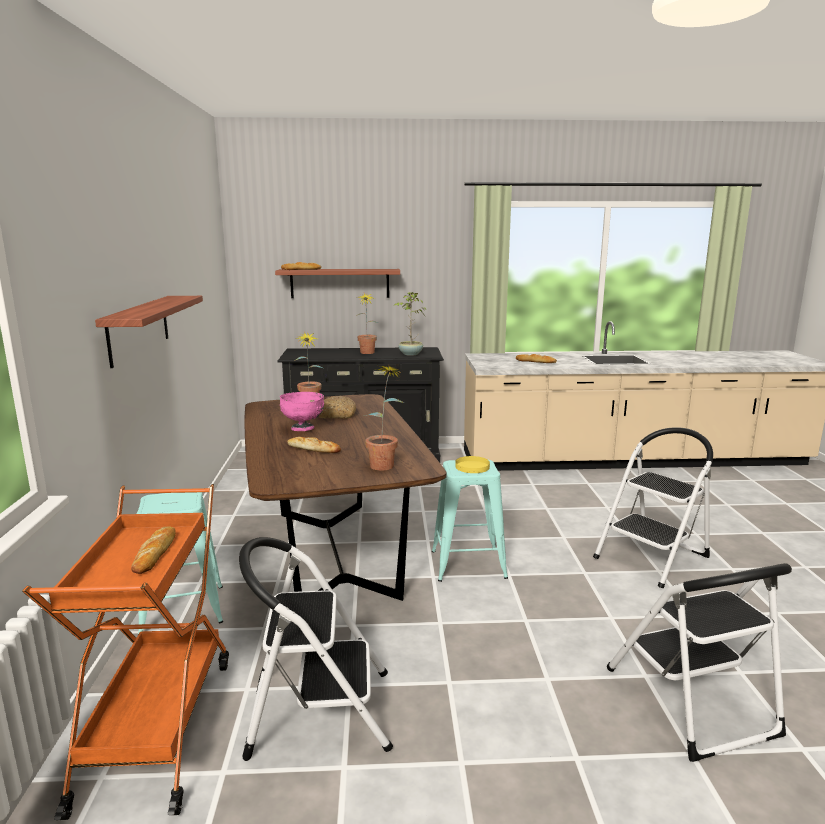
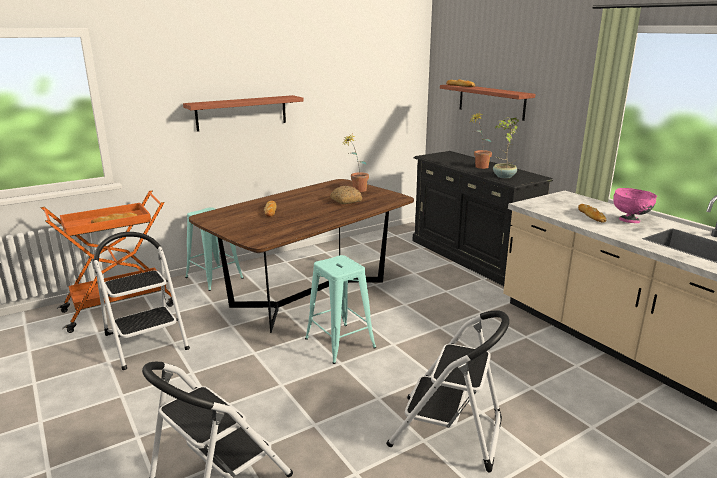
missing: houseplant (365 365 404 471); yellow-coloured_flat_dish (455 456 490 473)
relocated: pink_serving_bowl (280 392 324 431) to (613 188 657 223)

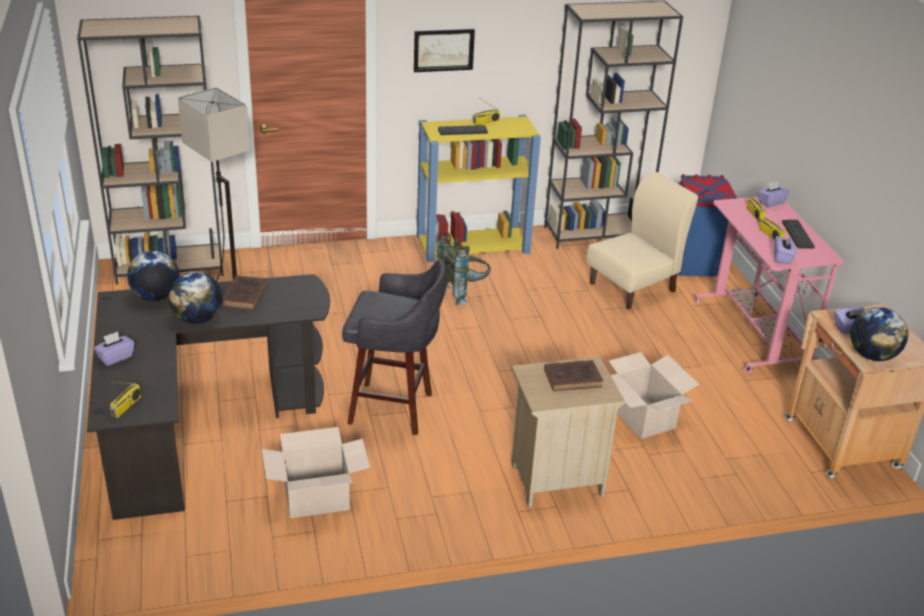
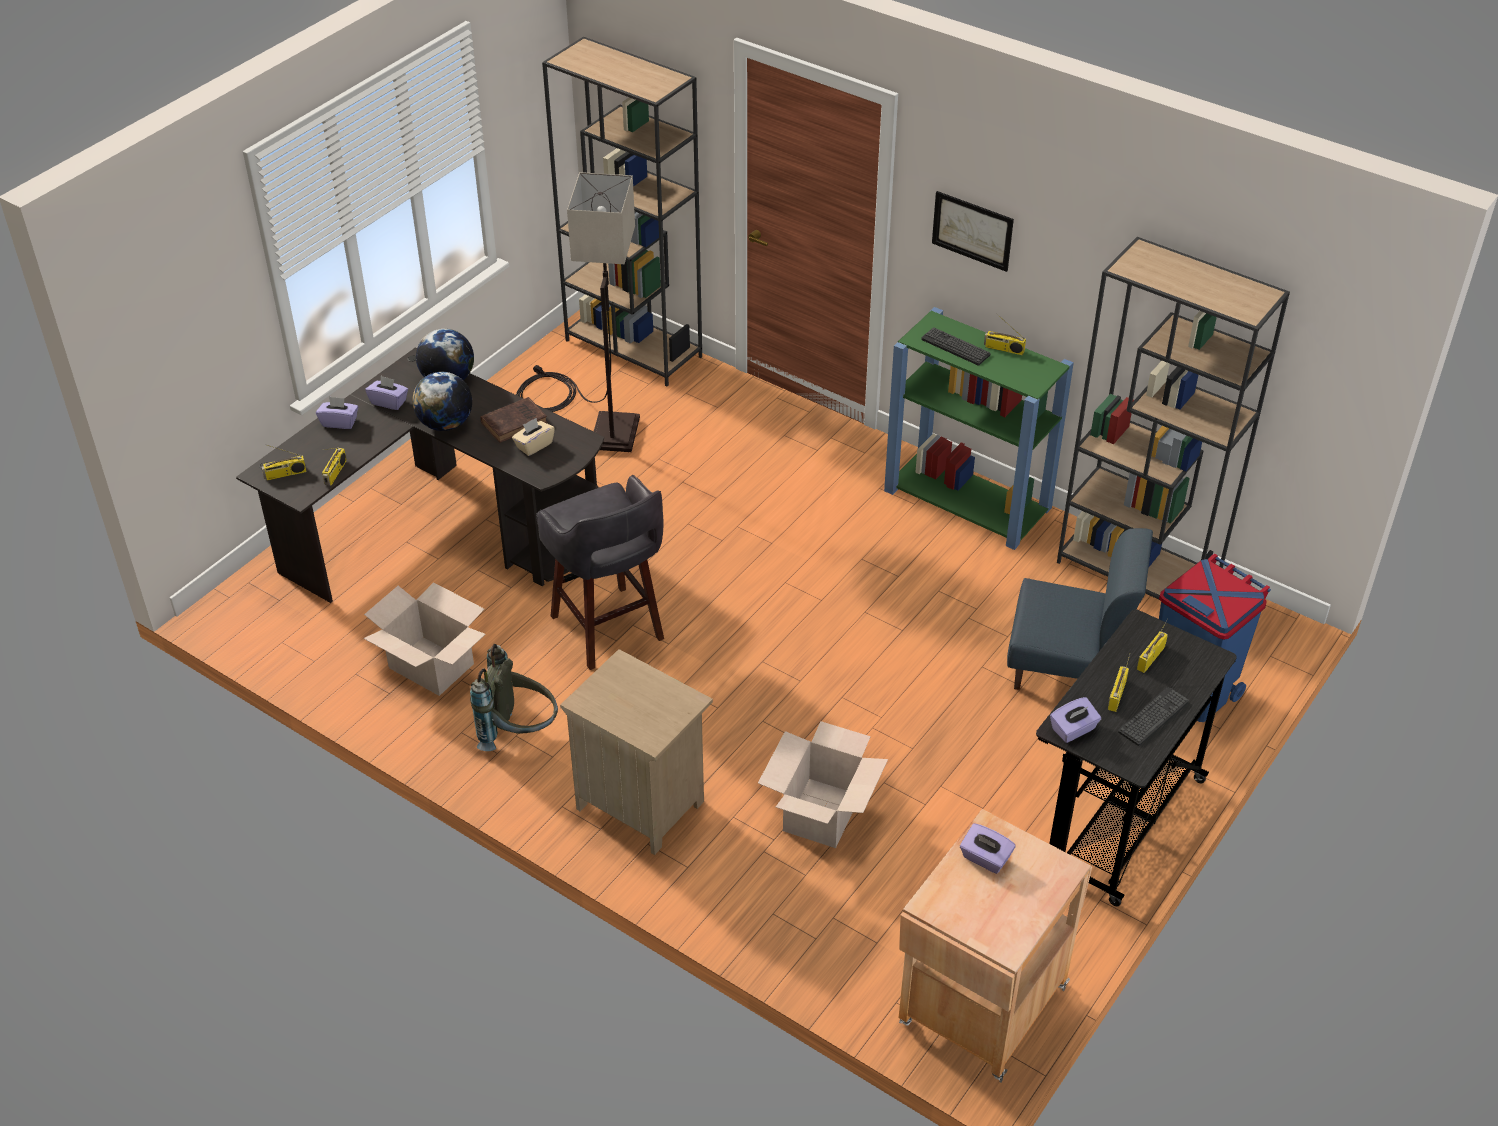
missing: world_globe (850 307 908 361); brown-coloured_volume (544 360 603 391)
appeared: beige-coloured_tissue_holder (512 418 555 456); radio_set (322 447 347 486)
relocated: purplish_tissue_holder (758 181 790 207) to (365 376 408 410); gray_knapsack (437 232 491 305) to (470 644 558 751)
colour: yellow-coloured_shelving_unit (417 114 541 262) to green_shelving_unit (884 307 1074 550); beige-coloured_upright_chair (587 172 698 310) to bluish_upright_chair (1007 528 1153 690); pink_desk (695 197 844 374) to black_desk (1036 609 1237 906)

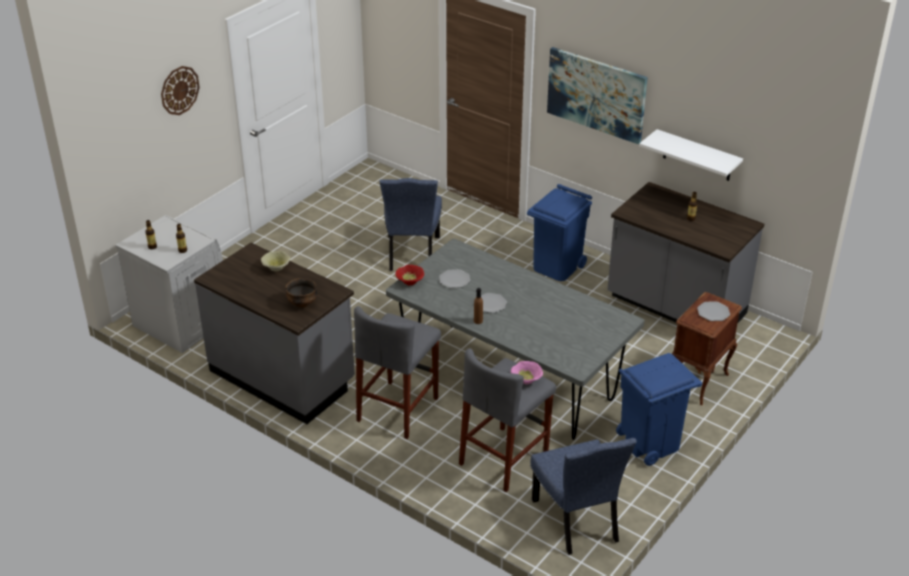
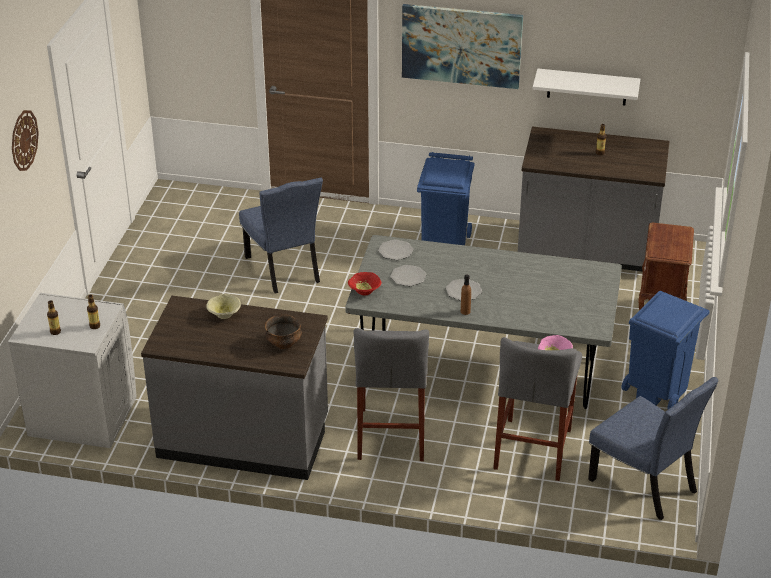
relocated: flat_dish (697 302 730 321) to (378 239 414 260)

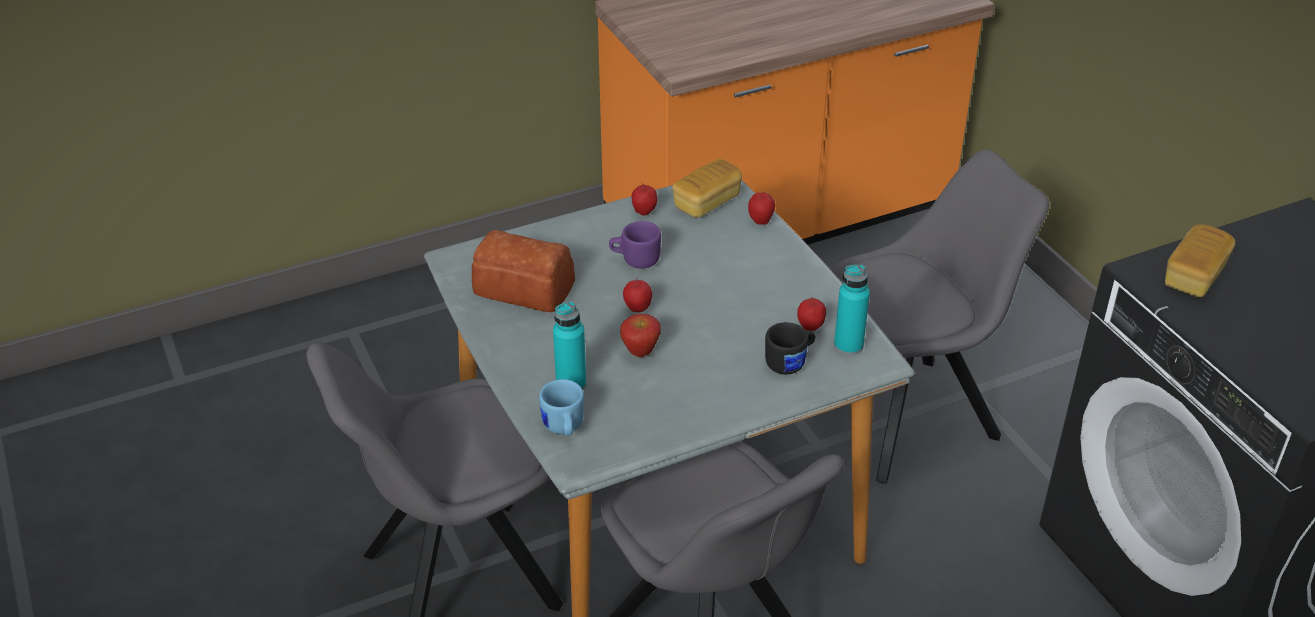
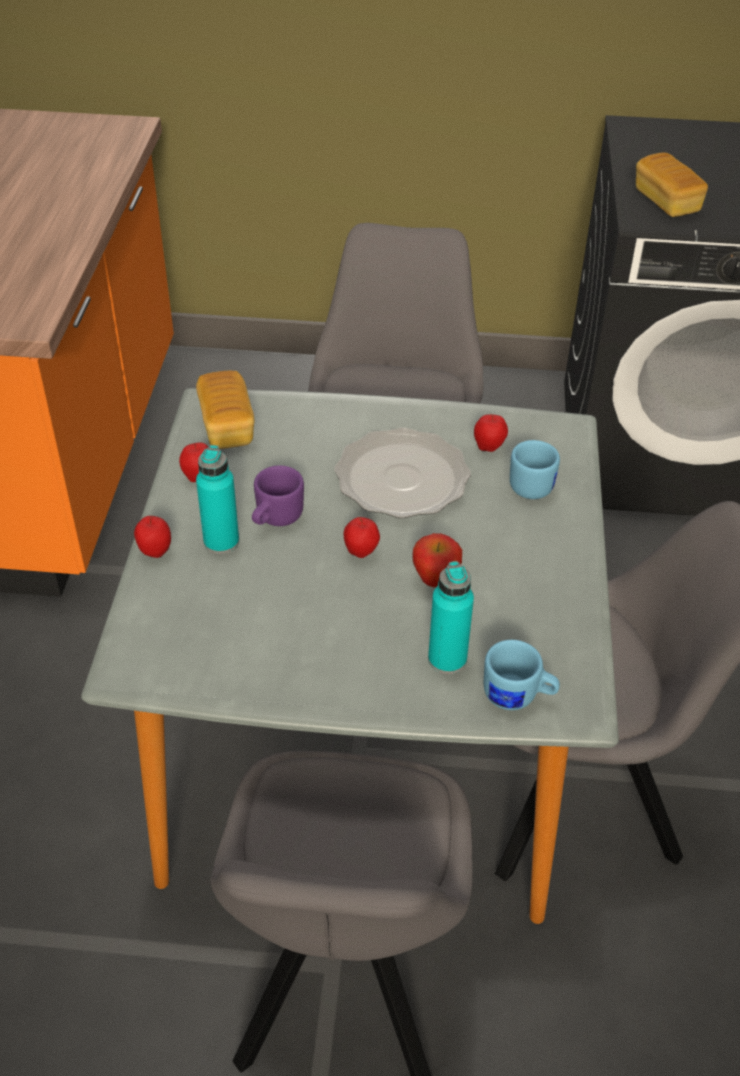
missing: baked_bread (472 230 575 312)
appeared: flat_dish (334 428 471 518)
relocated: apple (748 192 775 225) to (134 516 171 558); blue-green_drink_bottle (834 264 870 355) to (196 445 239 554)
colour: black_tea_mug (765 322 816 375) to bluish_tea_mug (510 440 560 499)

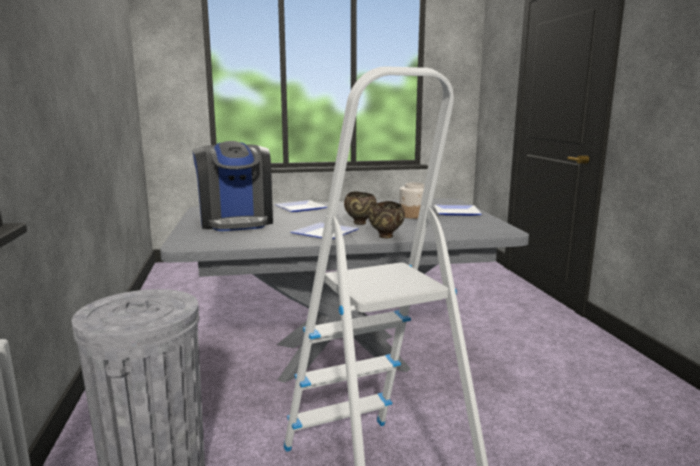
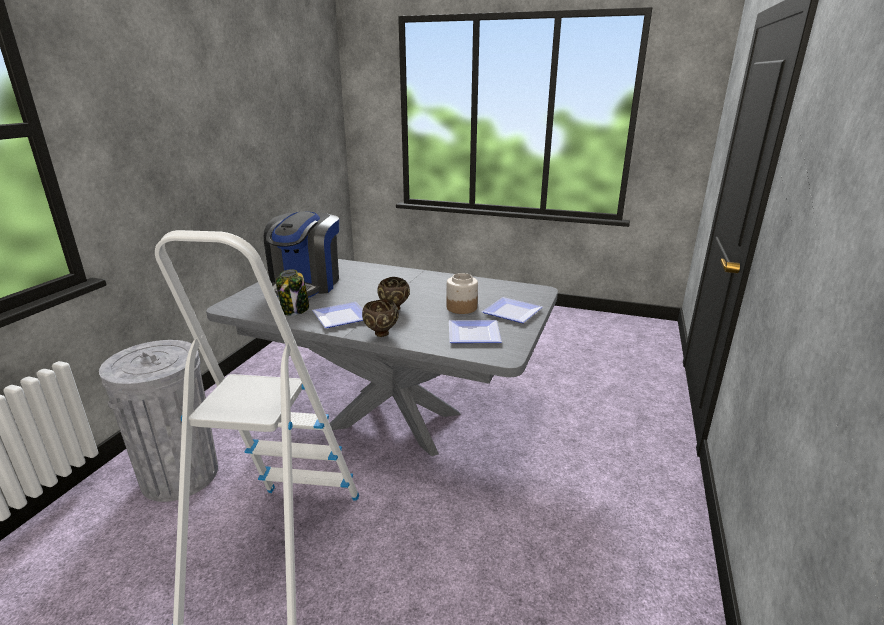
appeared: storage_jar (276 269 309 316)
relocated: flat_dish (275 200 327 212) to (449 320 502 343)

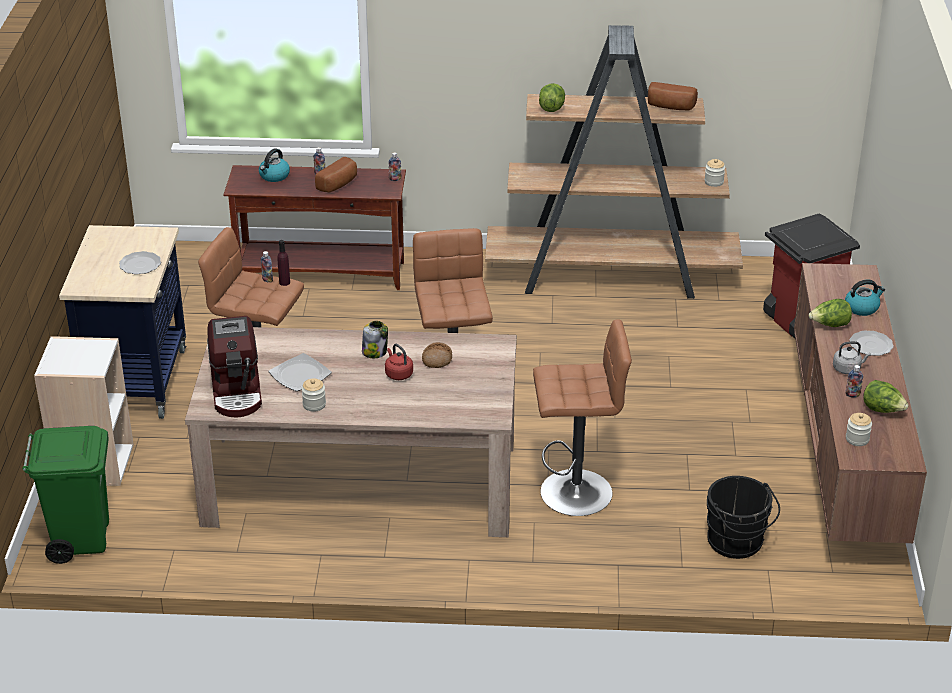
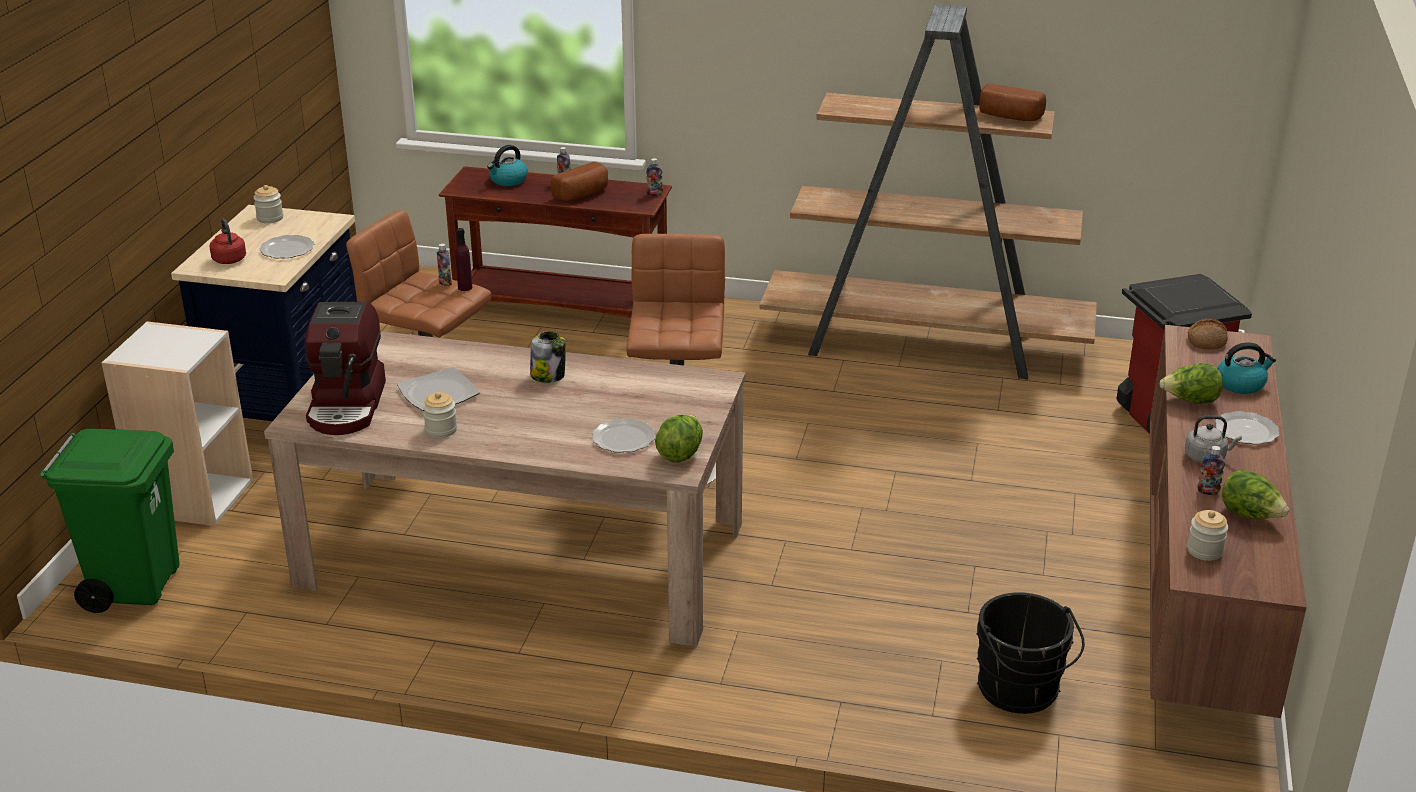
missing: brown-coloured_stool (533 319 632 516)
appeared: flat_dish (592 419 655 453)
relocated: lettuce_head (539 83 565 112) to (655 415 703 463); storage_jar (705 159 725 187) to (253 185 283 223); baked_bread (422 342 452 368) to (1188 318 1228 350); red_water_kettle (385 344 413 380) to (209 219 246 264)

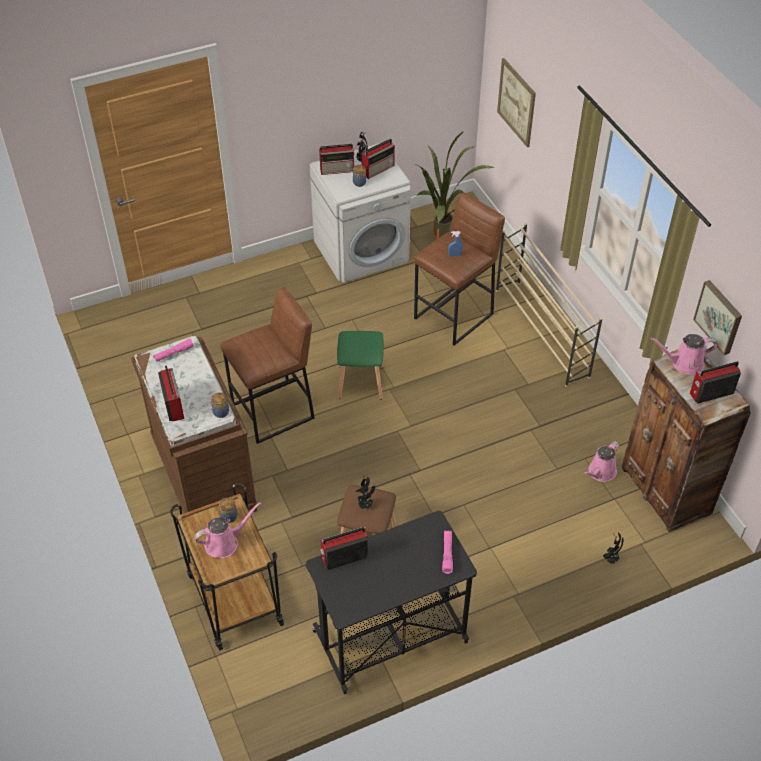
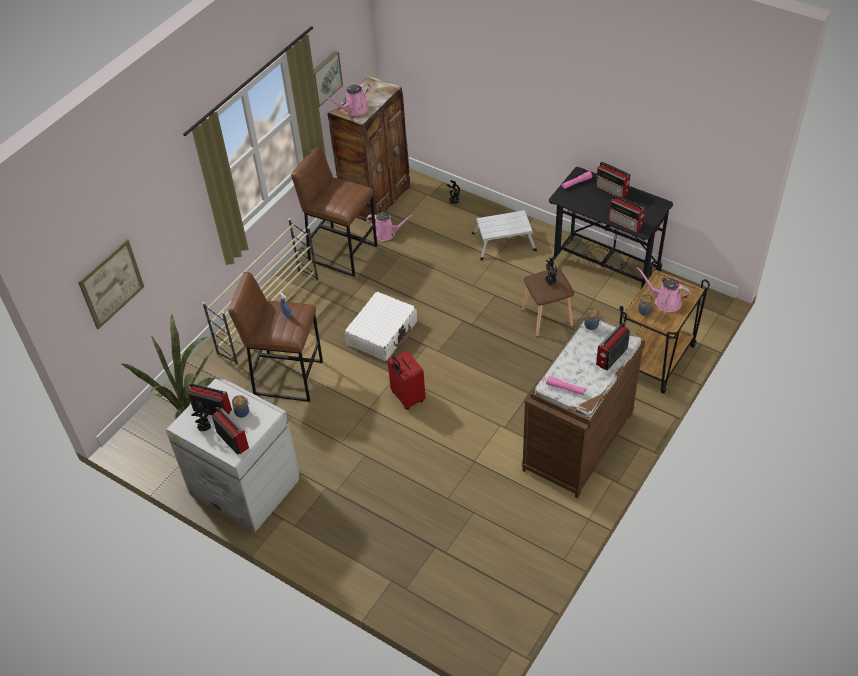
appeared: white_step_stool (472 210 537 261); white_suitcase (344 292 417 361)
relocated: brown-coloured_stool (220 287 315 444) to (291 146 377 277); radio_set (690 361 741 404) to (596 162 631 198)
exchanged: green_stool (337 331 384 400) to red_suitcase (388 351 426 410)
spun: pink_watering_can (650 334 718 375) = (325 83 371 116) 90 degrees clockwise

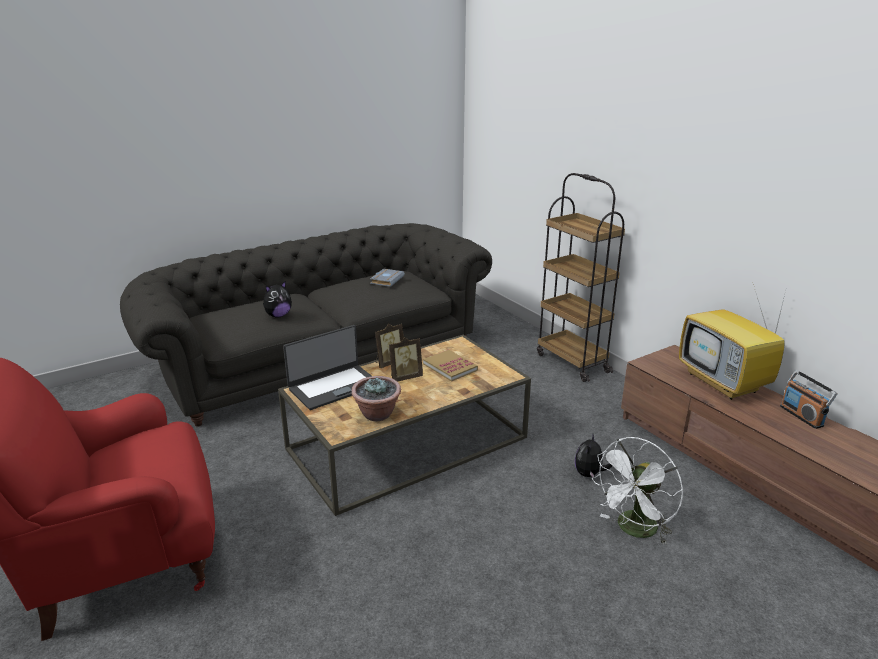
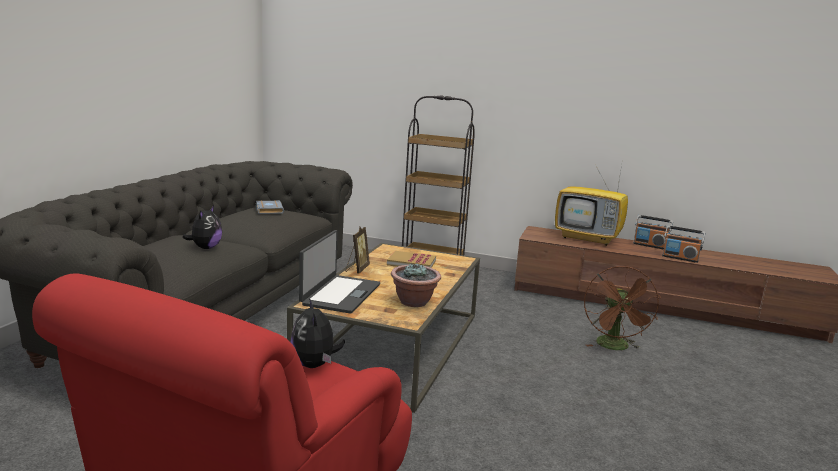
missing: picture_frame (389 337 423 382)
appeared: radio_set (662 226 705 263)
relocated: plush_toy (575 434 612 478) to (290 298 345 368)
colour: white_electric_fan (592 437 683 545) to brown-coloured_electric_fan (584 266 661 350)

